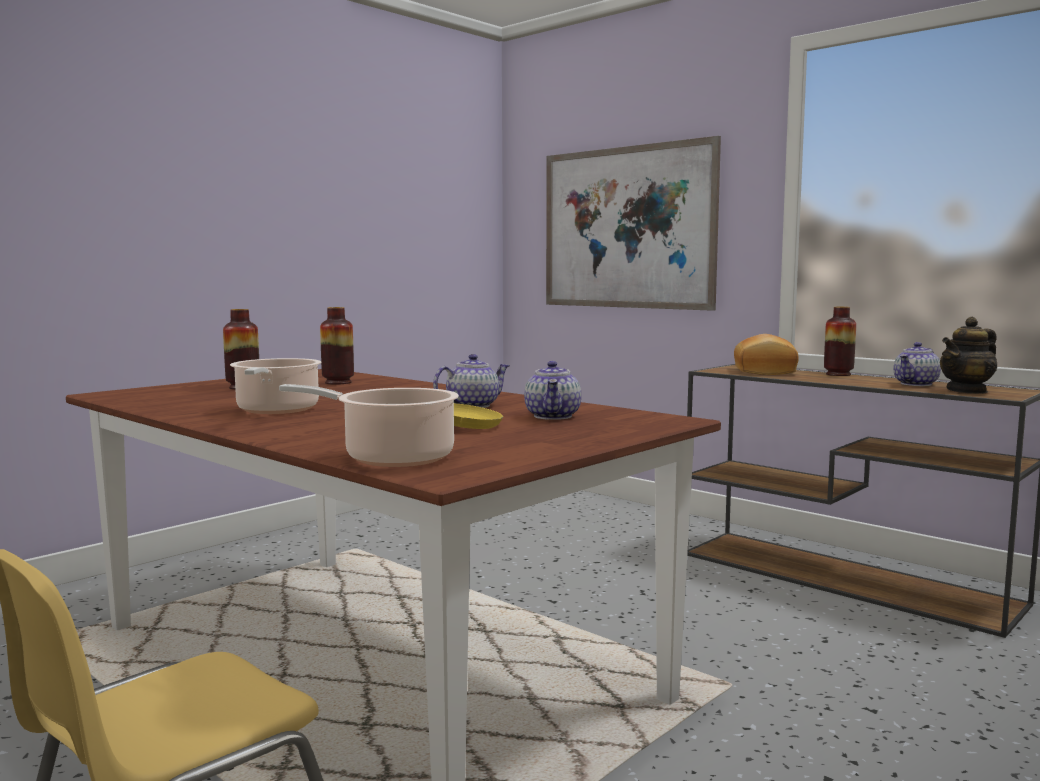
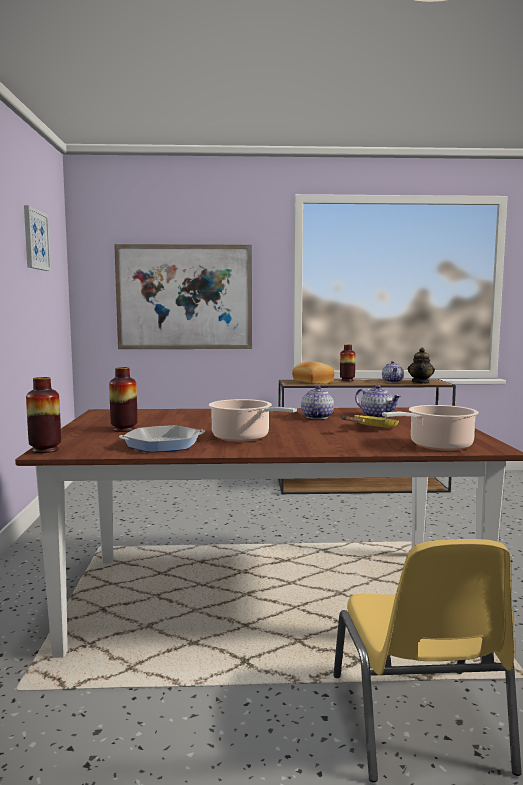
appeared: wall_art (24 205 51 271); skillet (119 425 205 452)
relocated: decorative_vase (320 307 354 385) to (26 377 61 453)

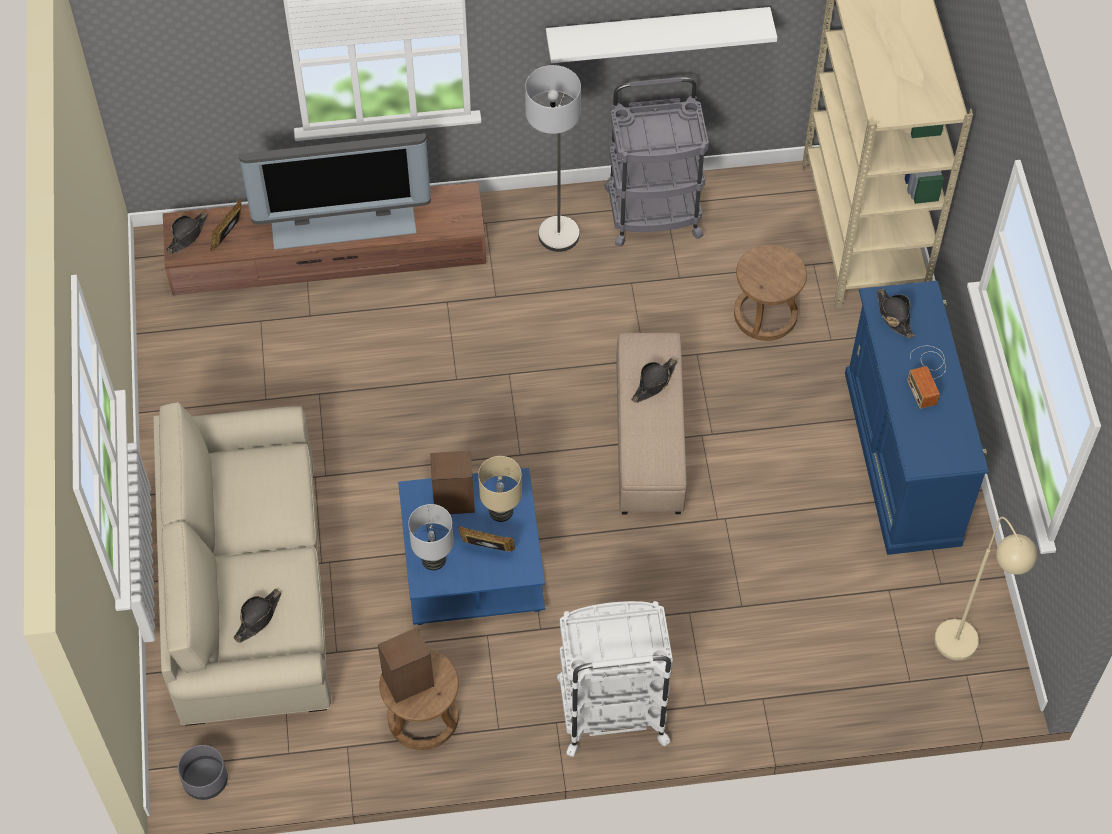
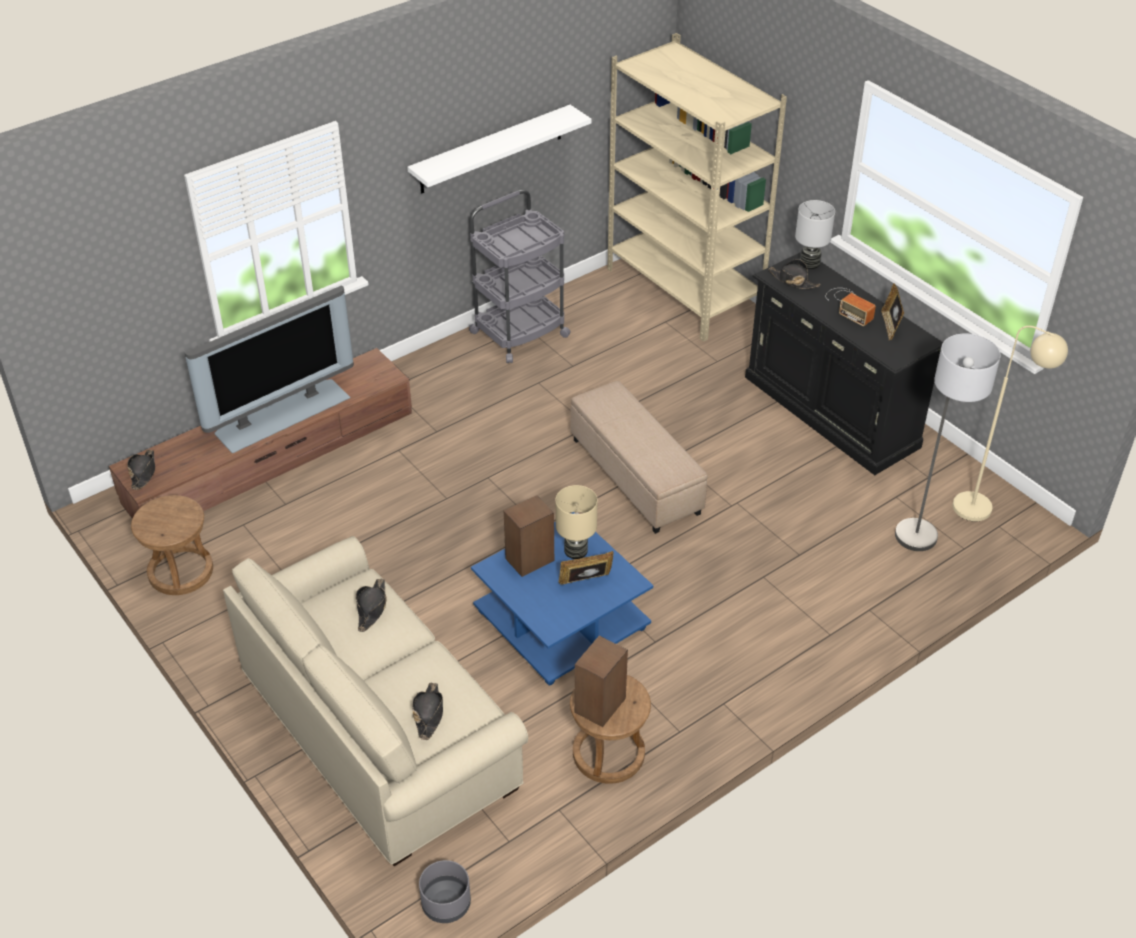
missing: white_cart (557 601 673 757)
relocated: gray_standard_lamp (525 65 581 252) to (895 333 1001 551); picture_frame (210 198 242 251) to (881 283 904 340); brown-coloured_stool (734 245 807 341) to (131 495 213 595); black_clothing_hat (631 358 677 403) to (356 579 387 632); gray_lamp_for_a_table (408 504 454 570) to (795 200 835 269)
colour: bluish_cupboard (845 281 988 555) to black_cupboard (745 252 943 475)

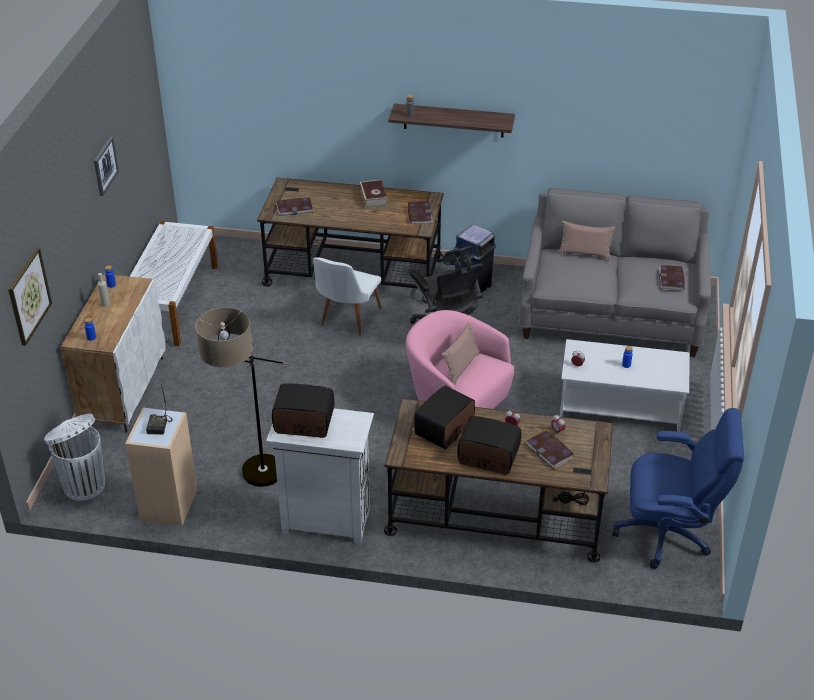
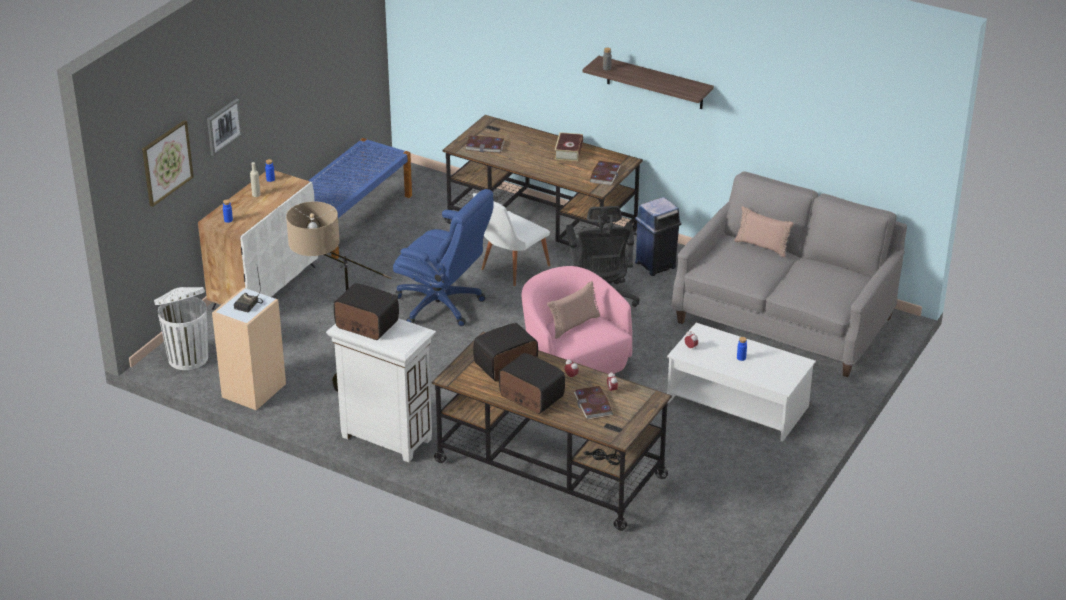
missing: volume (659 265 685 291)
relocated: wall_art (94 136 119 196) to (207 98 243 156); bluish_desk_chair (612 408 744 569) to (393 189 494 326)
colour: white_bench (130 221 218 346) to bluish_bench (308 138 412 259)

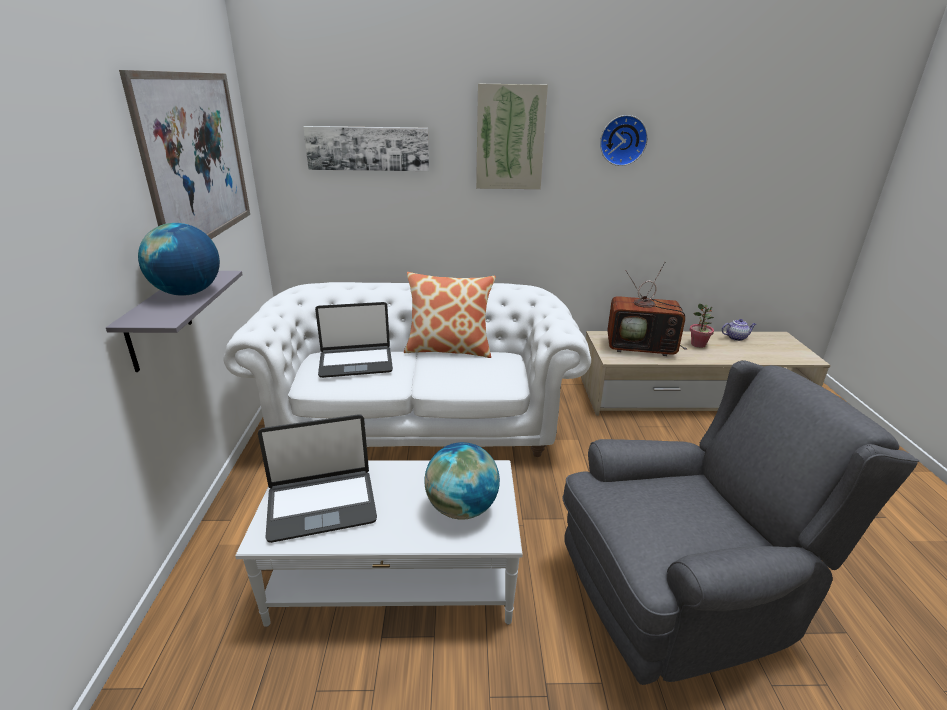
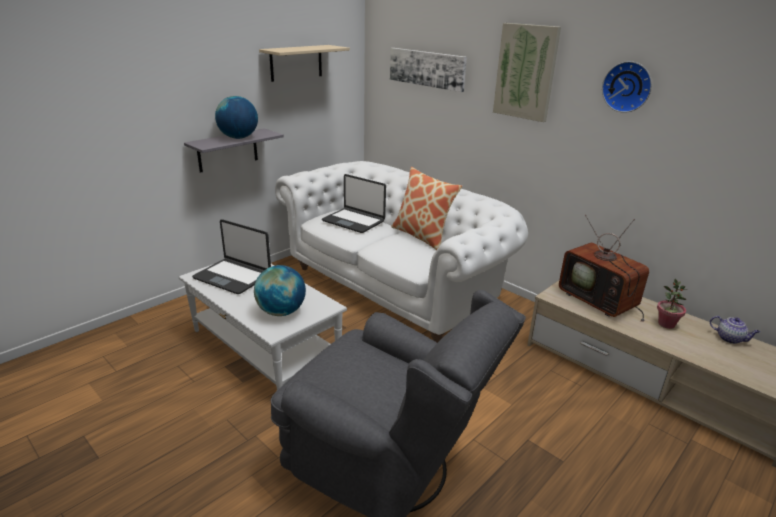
exchanged: wall_art (119 70 250 239) to beige-coloured_bracket_shelf (259 45 350 82)

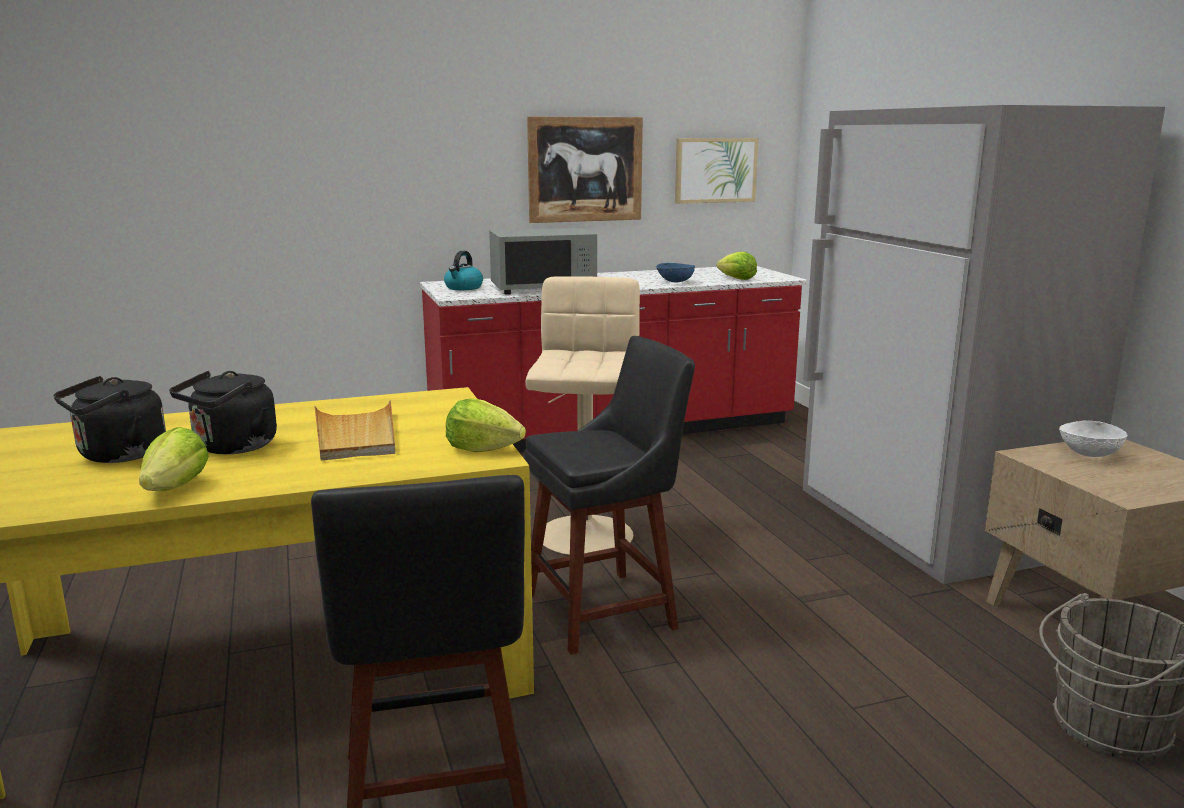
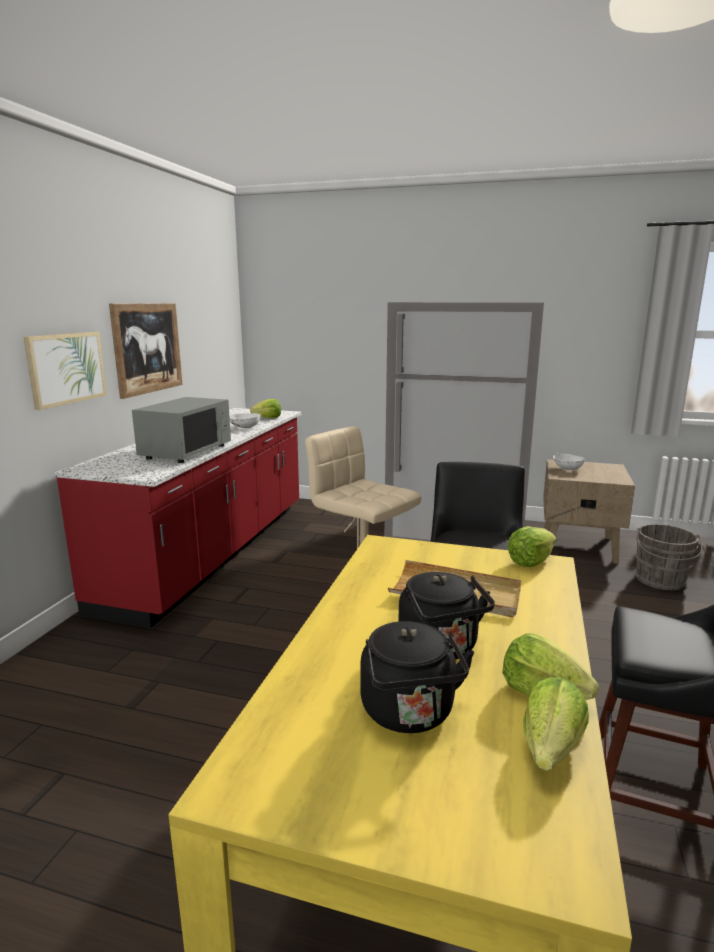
missing: water_kettle (444 251 483 290)
appeared: lettuce_head (523 677 589 771)
relocated: wall_art (675 138 758 204) to (23 332 107 410)
colour: bluish_serving_bowl (656 263 695 283) to white_serving_bowl (229 413 260 428)

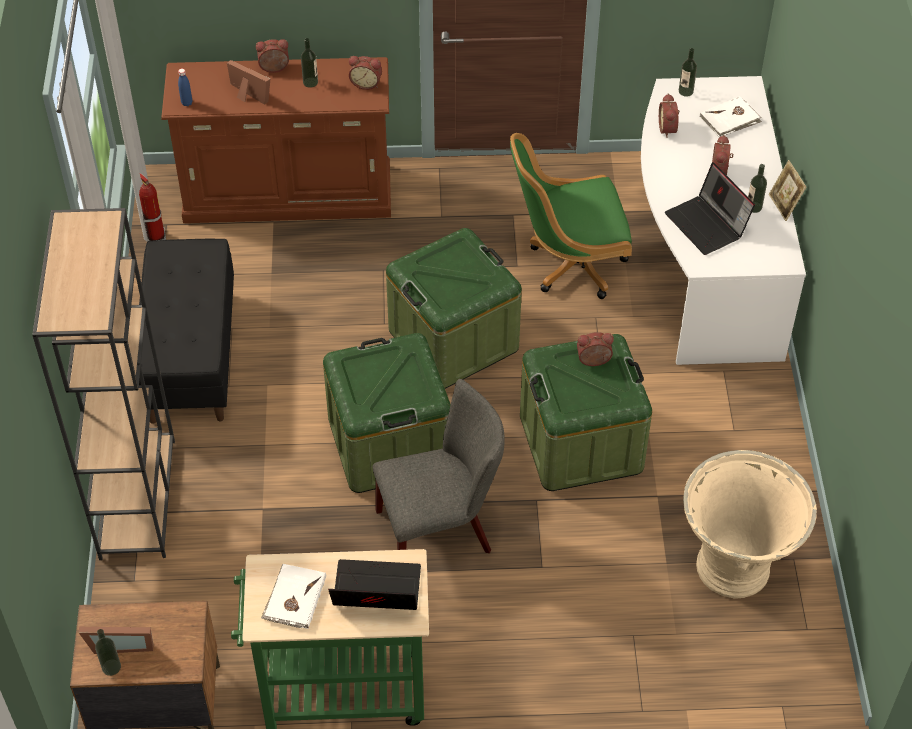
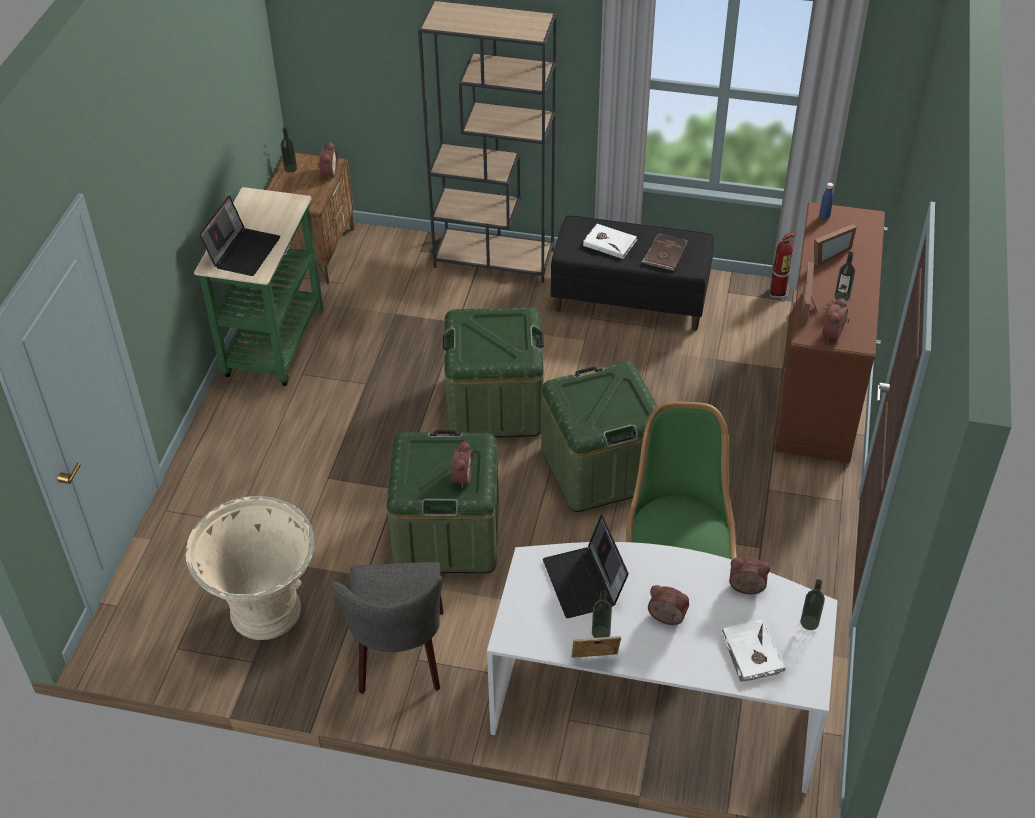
appeared: brown-coloured_volume (642 233 689 272)
relocated: bedside_clock (256 39 289 73) to (317 141 338 180); gray_upright_chair (373 379 505 553) to (331 562 443 694); white_volume (261 564 326 629) to (583 224 637 259); picture_frame (79 627 154 654) to (801 262 819 325)
spun: portable_computer (665 162 755 255) = (543 515 629 618) 90 degrees counterclockwise

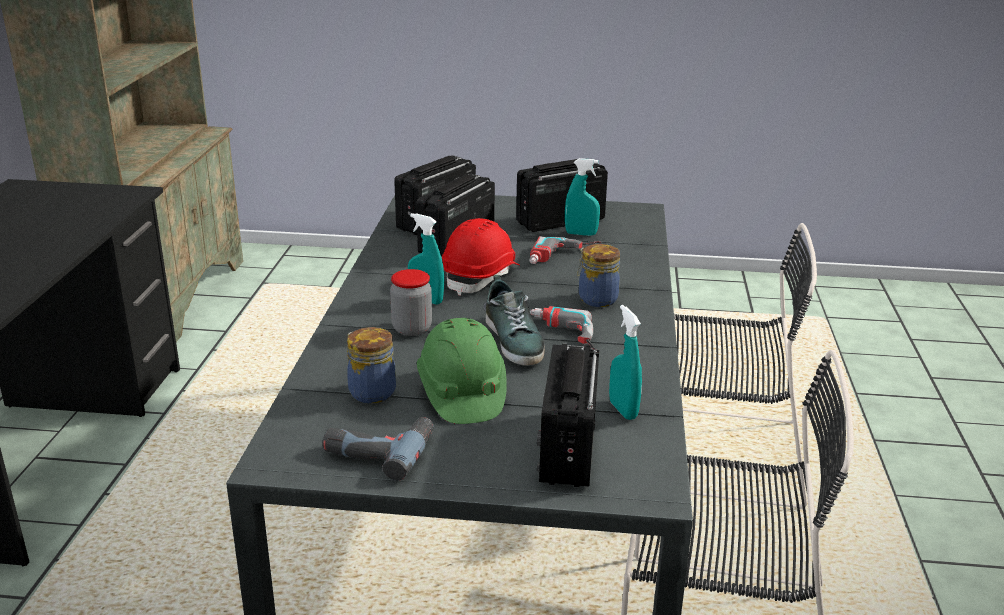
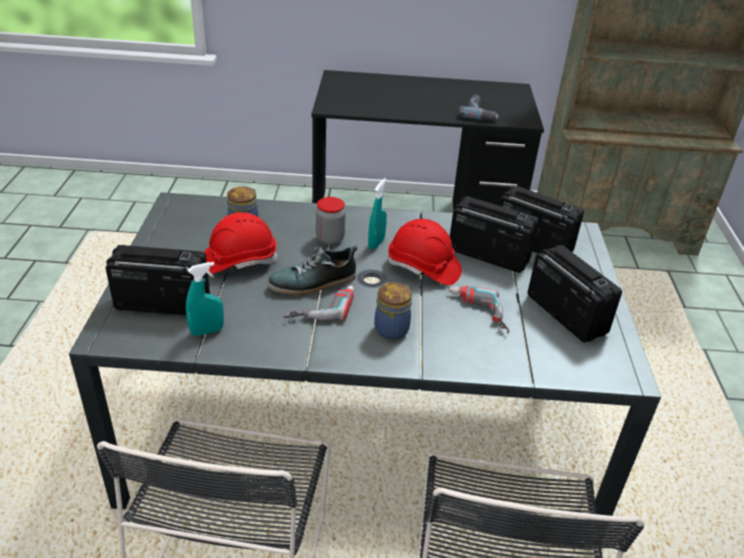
missing: blue-green_spray_bottle (565 158 600 236)
relocated: electric_drill (323 417 434 480) to (458 95 498 121)
colour: green_work_helmet (417 318 507 424) to red_work_helmet (204 212 277 274)

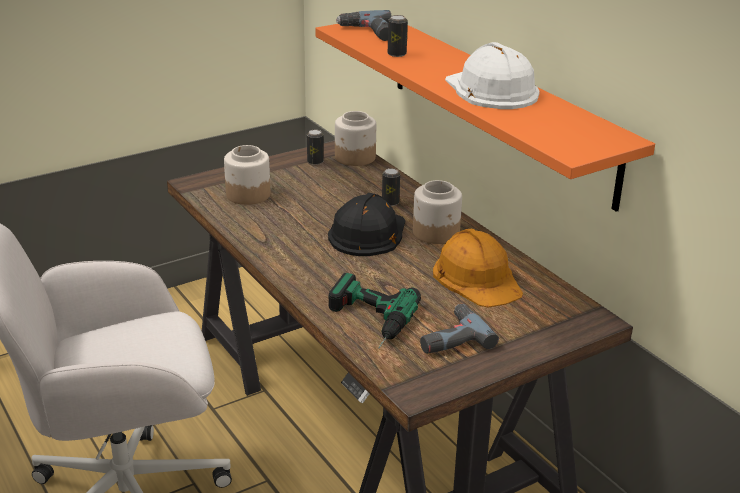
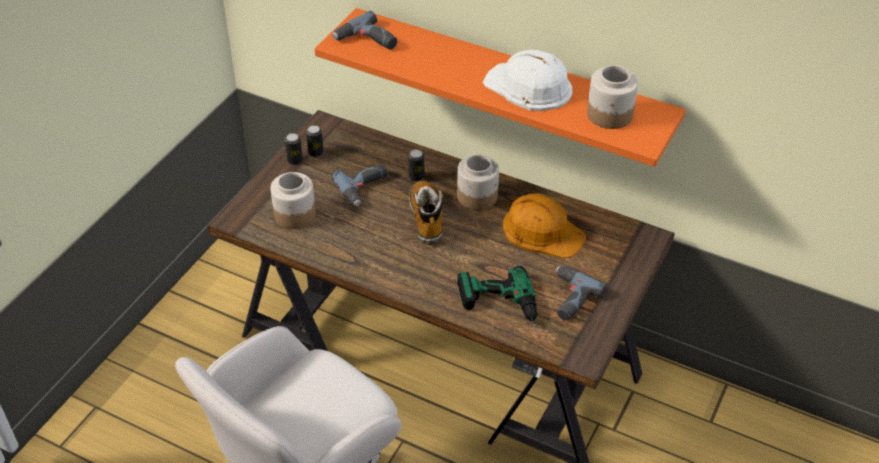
appeared: electric_drill (332 164 388 206)
relocated: metal_can (388 15 408 57) to (285 133 303 165); storage_jar (335 111 376 166) to (587 65 638 129)
exchanged: black_work_helmet (328 193 406 256) to tall_boot (410 180 444 244)

